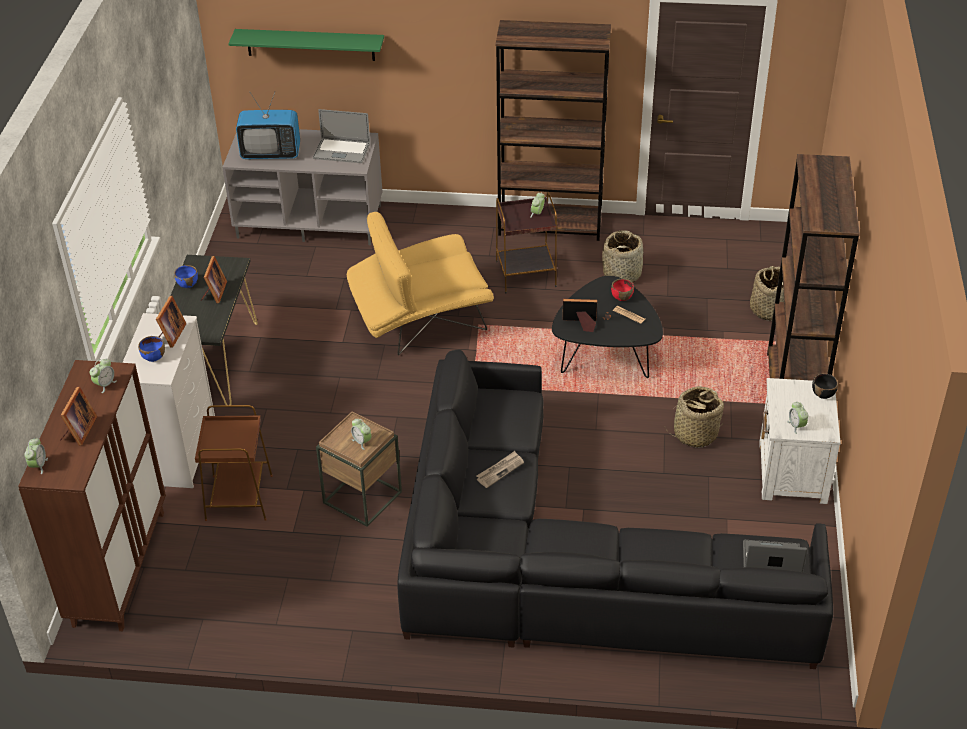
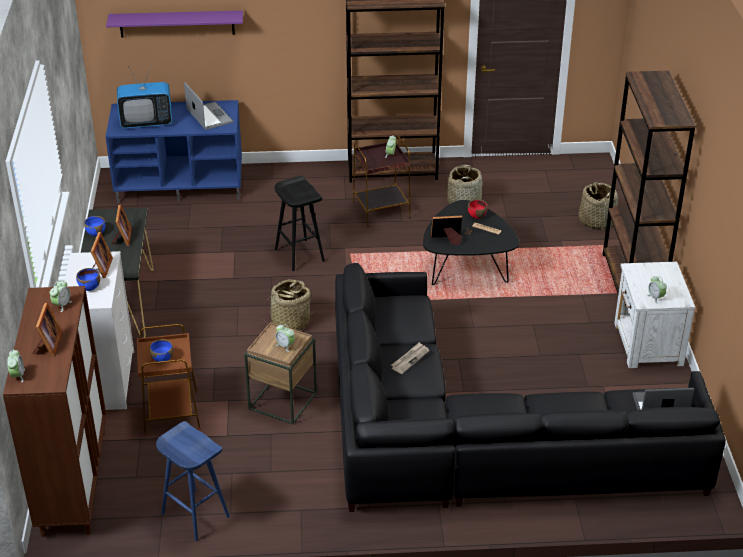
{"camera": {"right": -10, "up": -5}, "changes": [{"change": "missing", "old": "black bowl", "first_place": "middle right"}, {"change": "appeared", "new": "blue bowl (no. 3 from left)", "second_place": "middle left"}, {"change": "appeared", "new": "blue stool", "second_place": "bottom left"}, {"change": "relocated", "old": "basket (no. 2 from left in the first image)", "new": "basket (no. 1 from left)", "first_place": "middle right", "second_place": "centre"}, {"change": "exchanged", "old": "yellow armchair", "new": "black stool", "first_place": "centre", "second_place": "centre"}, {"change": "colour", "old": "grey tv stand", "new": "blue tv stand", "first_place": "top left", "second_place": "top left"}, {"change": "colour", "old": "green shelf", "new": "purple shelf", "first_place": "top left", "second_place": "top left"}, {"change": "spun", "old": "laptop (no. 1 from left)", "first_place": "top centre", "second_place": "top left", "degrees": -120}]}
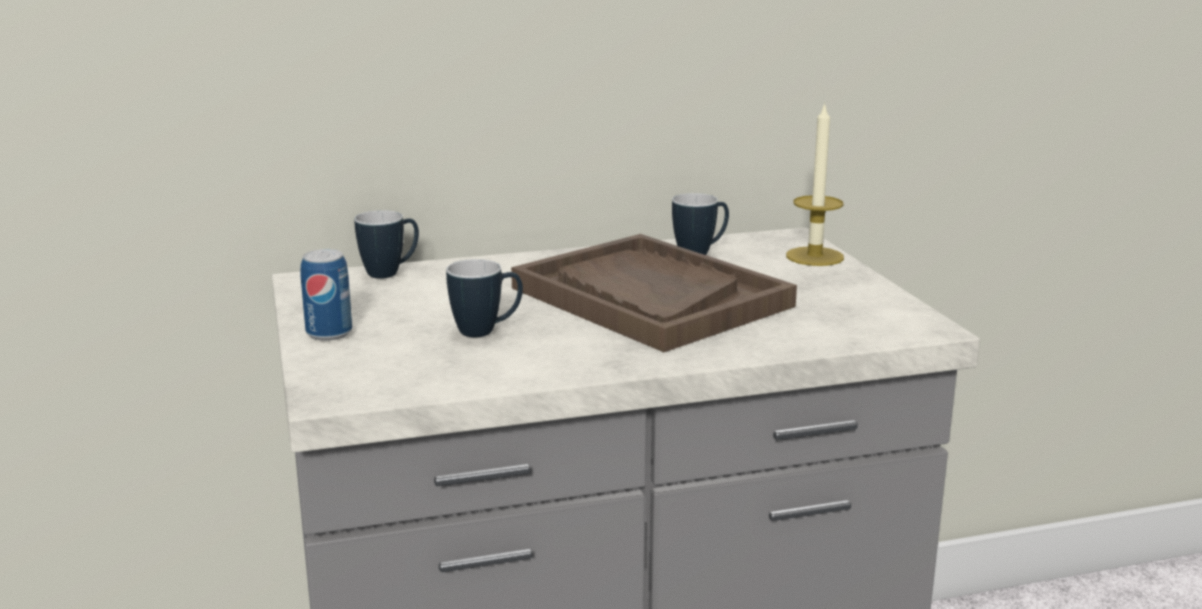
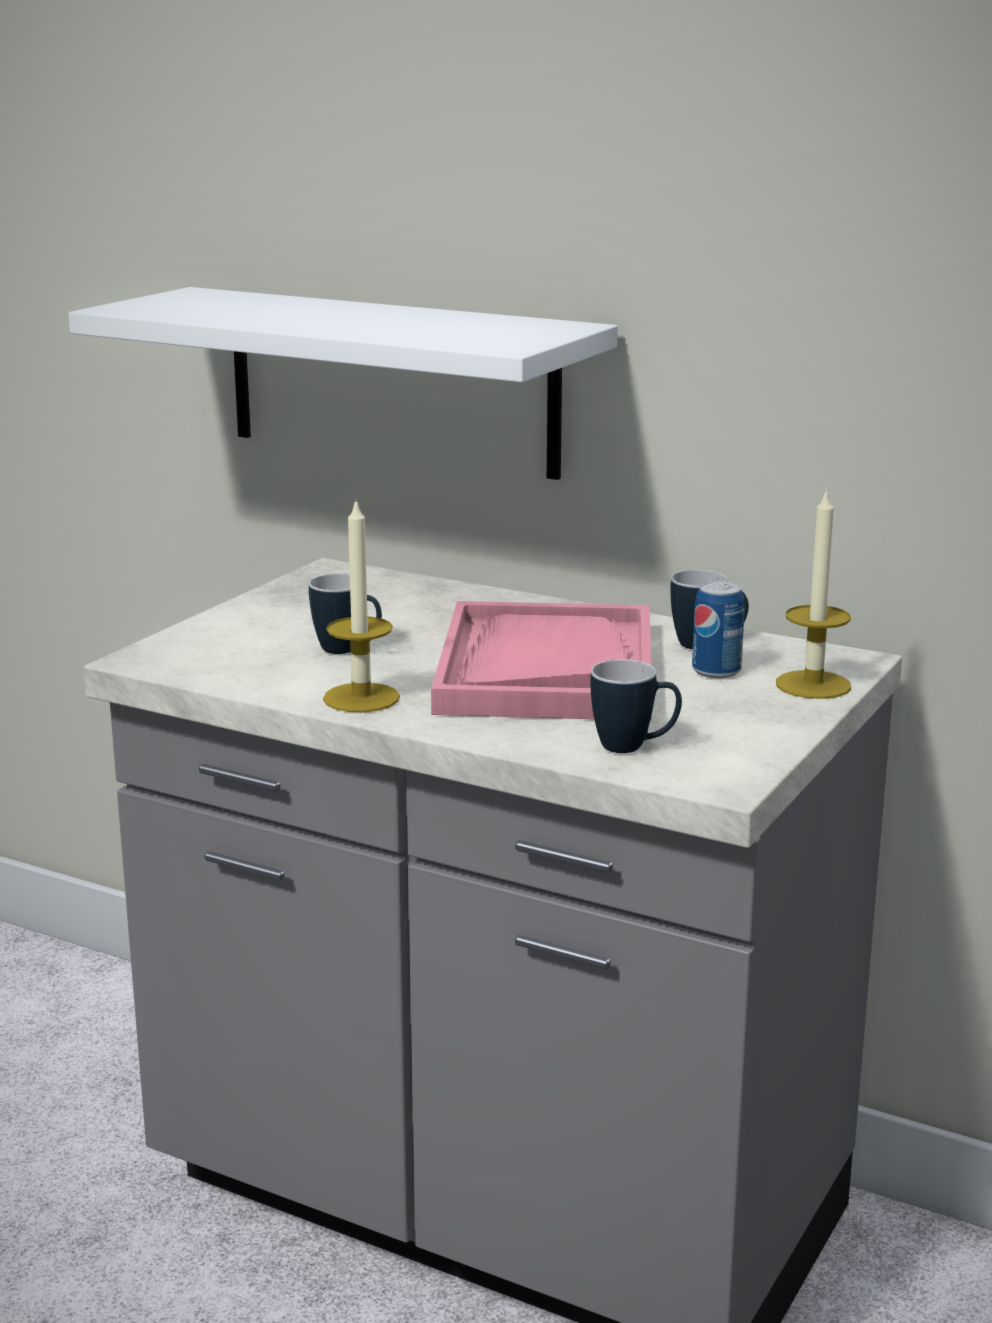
{"camera": {"right": 45, "up": 0}, "changes": [{"change": "appeared", "new": "white shelf", "second_place": "top centre"}, {"change": "appeared", "new": "candle (no. 1 from left)", "second_place": "centre"}, {"change": "relocated", "old": "can", "first_place": "middle left", "second_place": "middle right"}, {"change": "relocated", "old": "mug (no. 1 from left in the first image)", "new": "mug (no. 2 from left)", "first_place": "middle left", "second_place": "centre"}, {"change": "colour", "old": "brown tray", "new": "pink tray", "first_place": "centre", "second_place": "centre"}]}
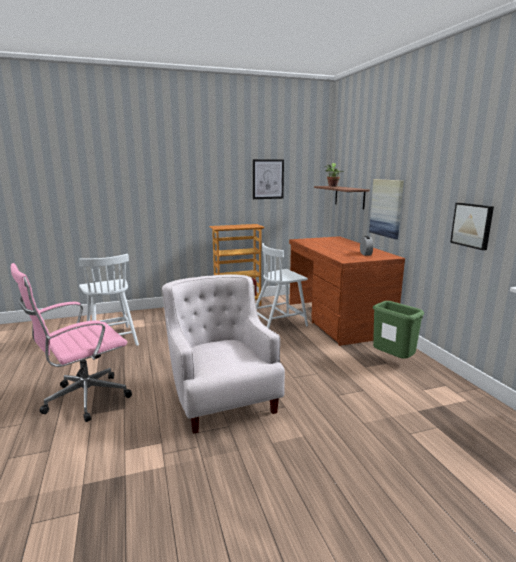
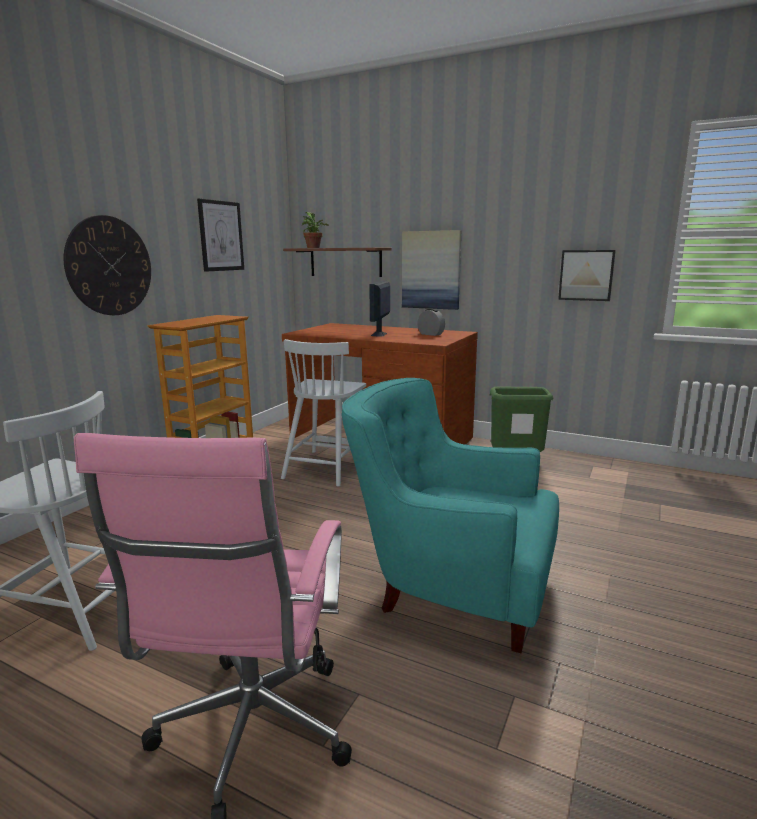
{"camera": {"right": -45, "up": 0}, "changes": [{"change": "appeared", "new": "wall clock", "second_place": "top left"}, {"change": "appeared", "new": "monitor", "second_place": "centre"}, {"change": "colour", "old": "white armchair", "new": "turquoise armchair", "first_place": "centre", "second_place": "centre"}]}
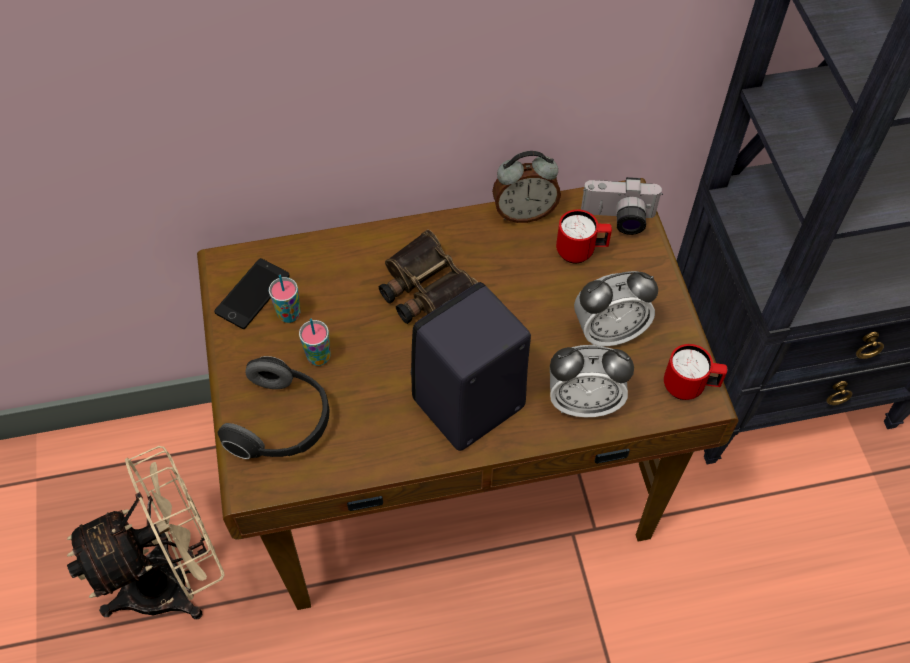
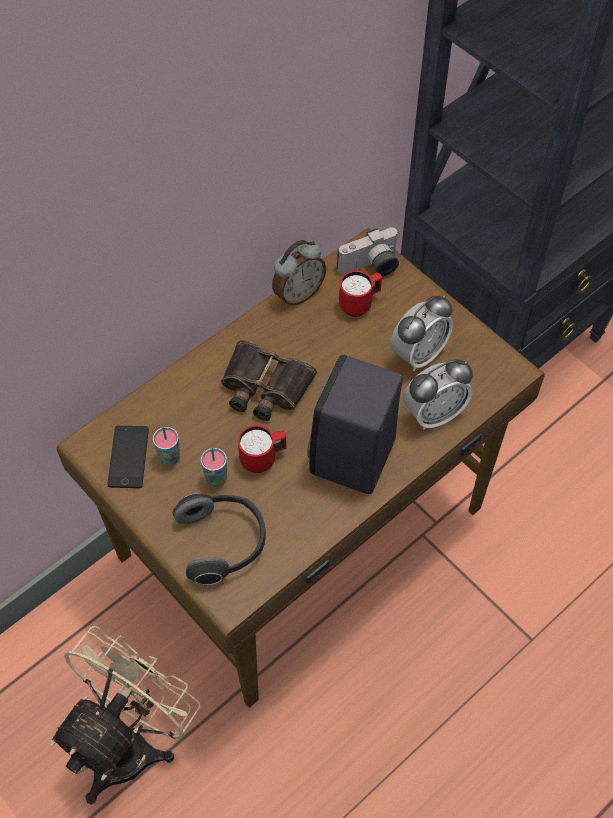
{"camera": {"right": -30, "up": 0}, "changes": [{"change": "relocated", "old": "red mug (no. 2 from left in the first image)", "new": "red mug (no. 1 from left)", "first_place": "middle right", "second_place": "centre"}]}
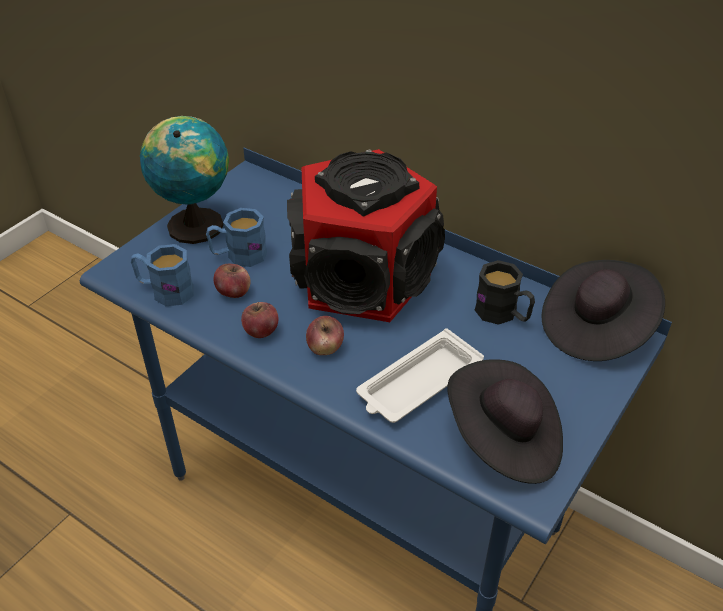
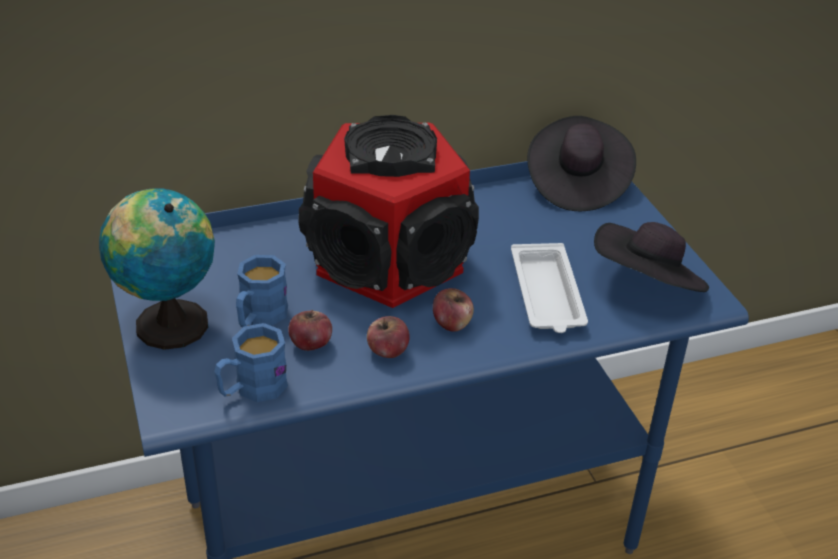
{"camera": {"right": -55, "up": -5}, "changes": [{"change": "missing", "old": "black mug", "first_place": "middle right"}]}
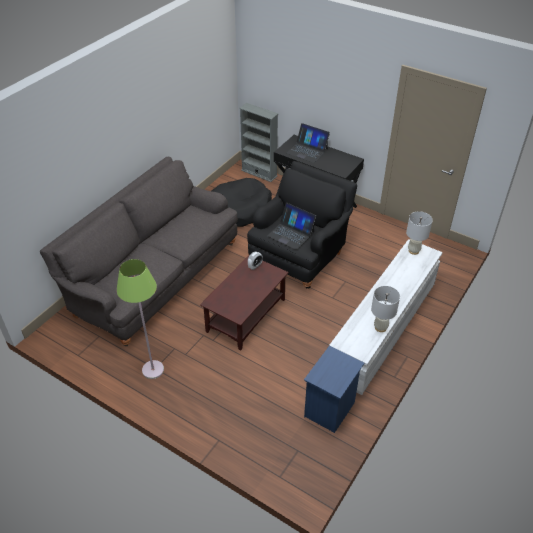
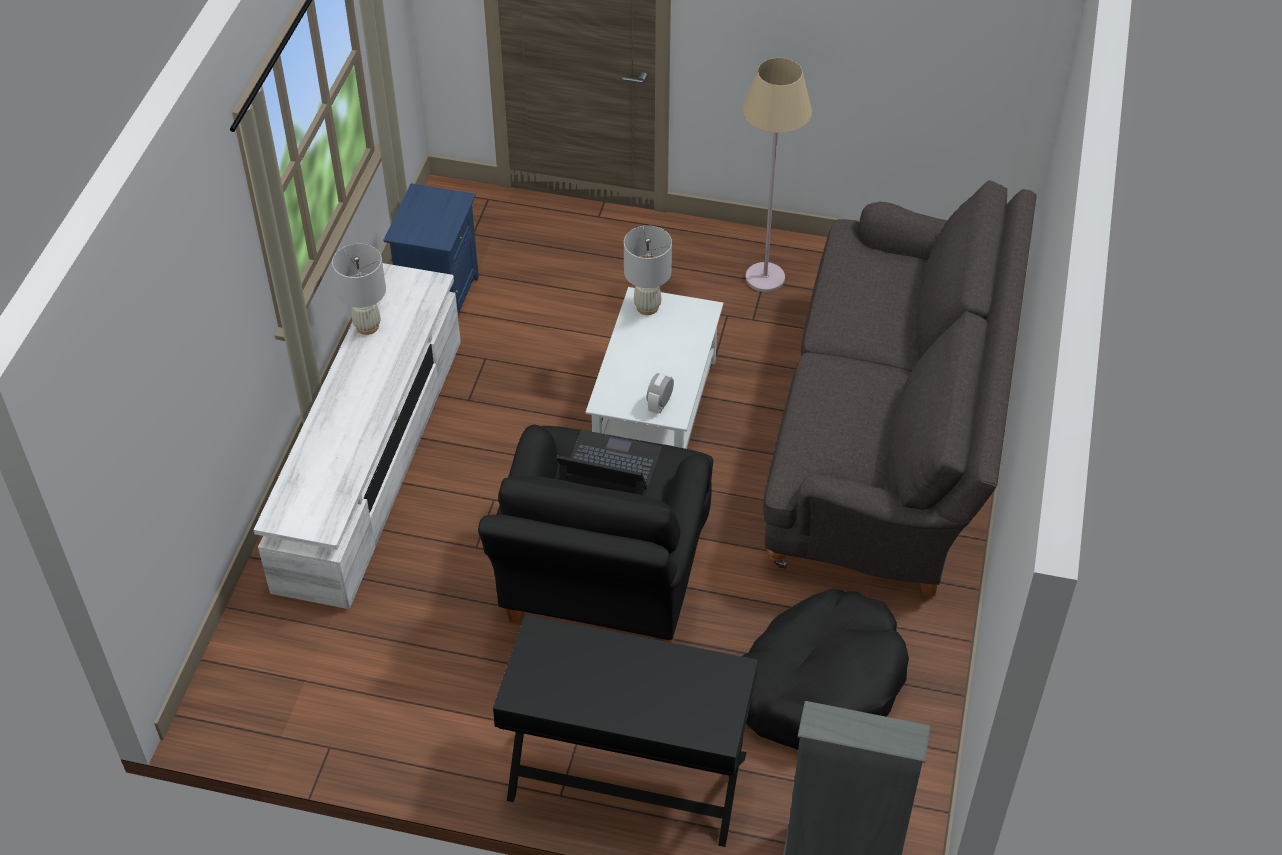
{"camera": {"right": 160, "up": 5}, "changes": [{"change": "missing", "old": "laptop (no. 2 from left)", "first_place": "top centre"}, {"change": "relocated", "old": "white table lamp (no. 2 from left)", "first_place": "middle right", "second_place": "top centre"}, {"change": "colour", "old": "green floor lamp", "new": "beige floor lamp", "first_place": "middle left", "second_place": "top centre"}, {"change": "colour", "old": "brown coffee table", "new": "white coffee table", "first_place": "centre", "second_place": "centre"}]}
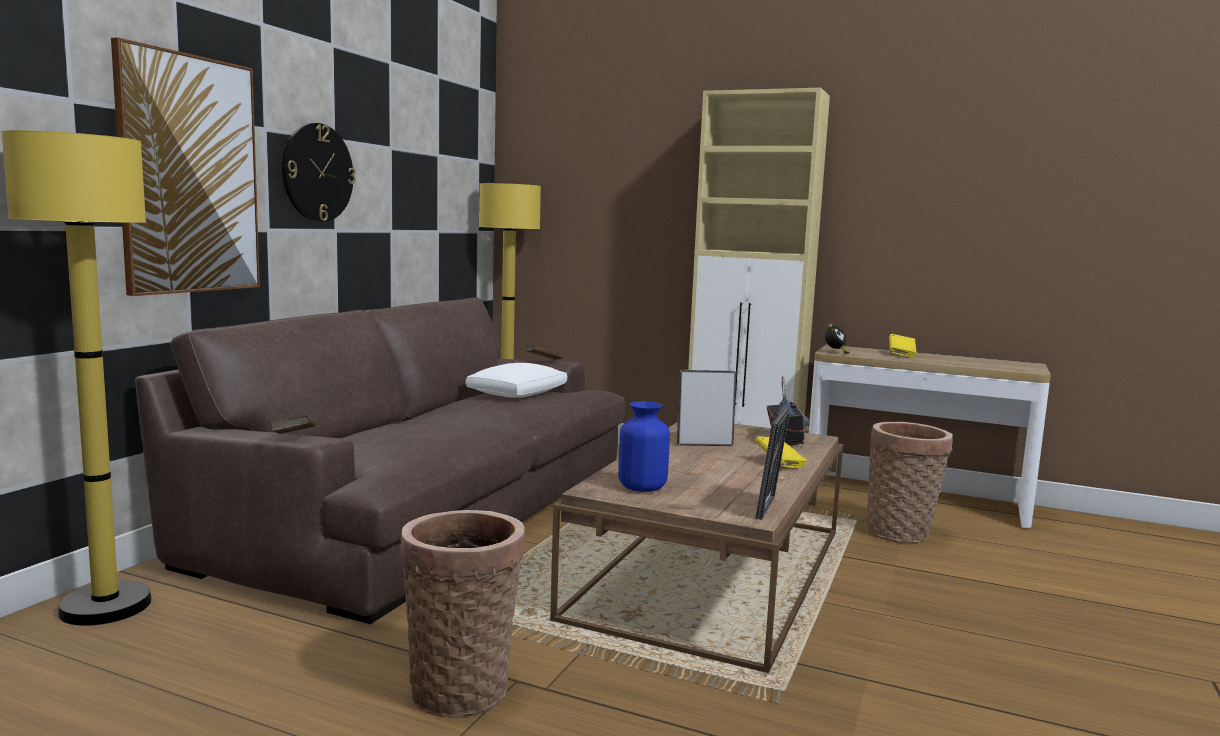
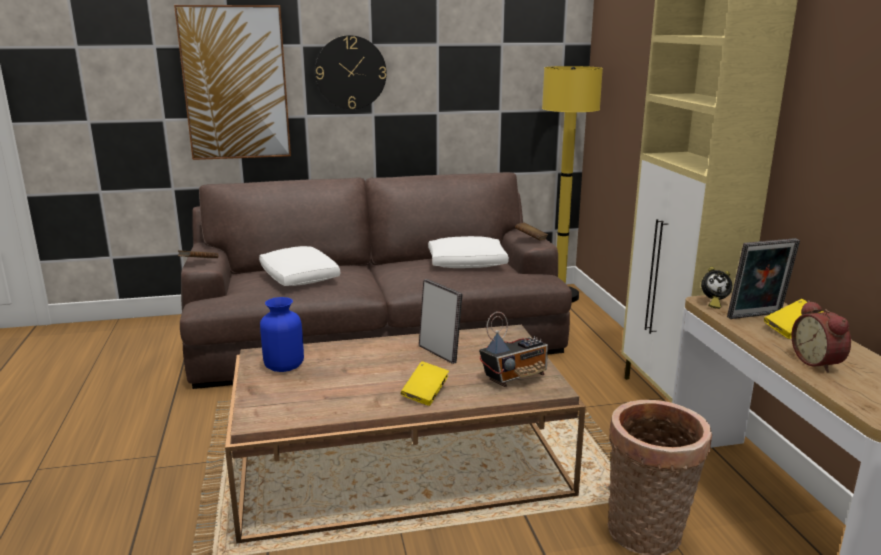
{"camera": {"right": 55, "up": 10}, "changes": [{"change": "missing", "old": "yellow floor lamp (no. 1 from left)", "first_place": "middle left"}, {"change": "missing", "old": "basket (no. 1 from left)", "first_place": "bottom centre"}, {"change": "appeared", "new": "white pillow (no. 1 from left)", "second_place": "centre"}, {"change": "appeared", "new": "alarm clock (no. 2 from left)", "second_place": "middle right"}, {"change": "relocated", "old": "picture frame (no. 2 from left)", "first_place": "centre", "second_place": "middle right"}]}
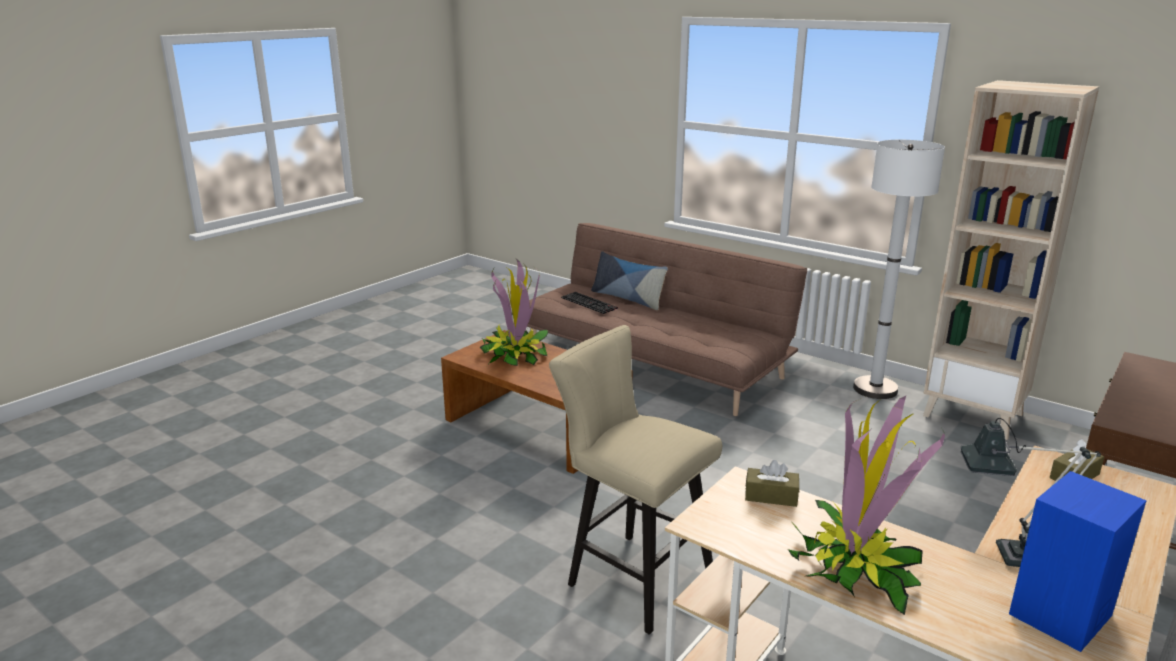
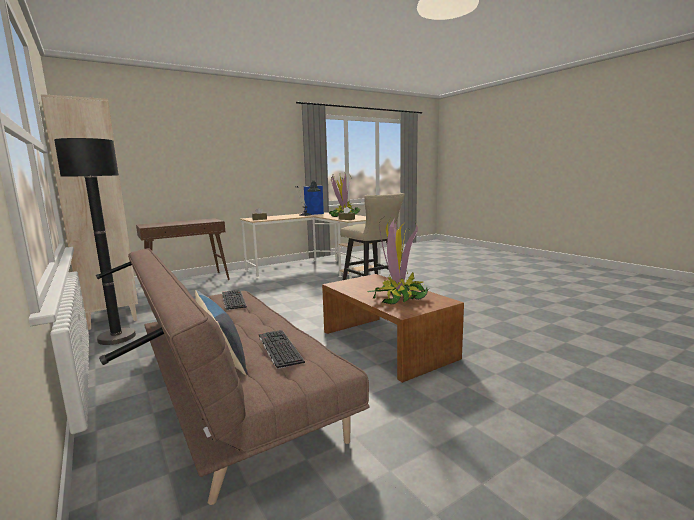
{"camera": {"right": -160, "up": -10}, "changes": [{"change": "appeared", "new": "keyboard (no. 1 from left)", "second_place": "centre"}, {"change": "colour", "old": "white floor lamp", "new": "black floor lamp", "first_place": "middle right", "second_place": "middle left"}]}
